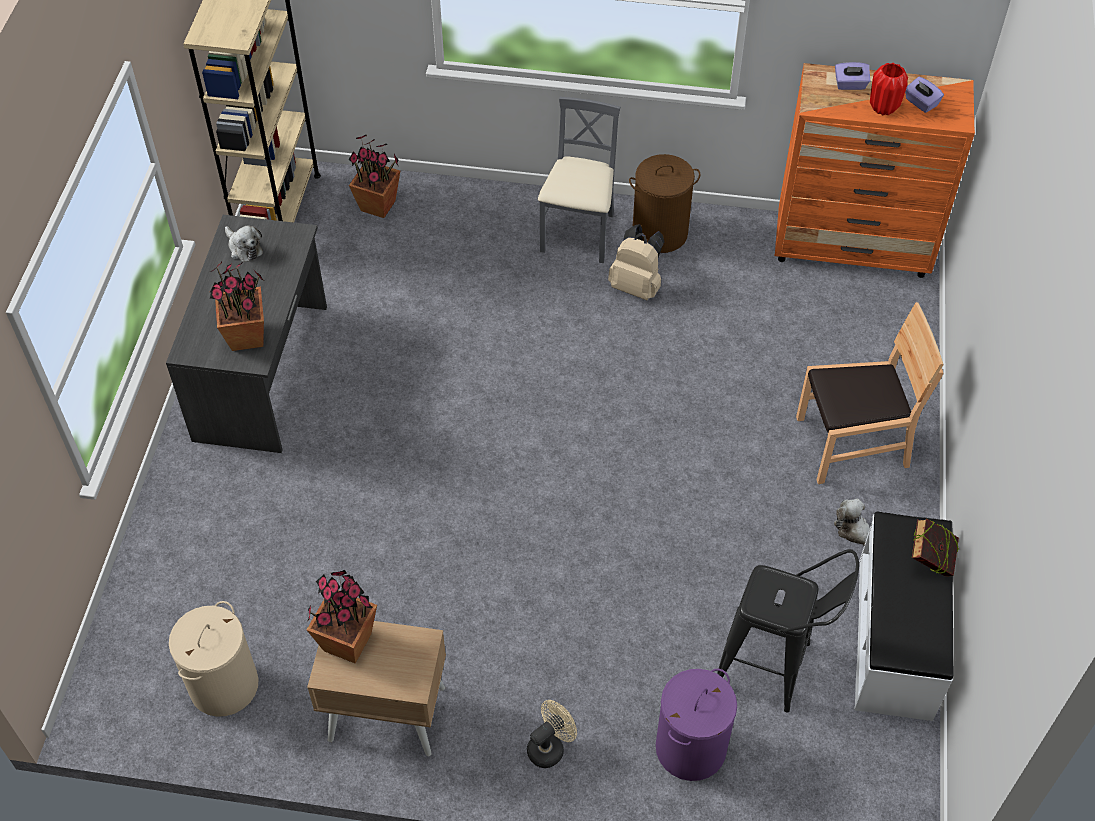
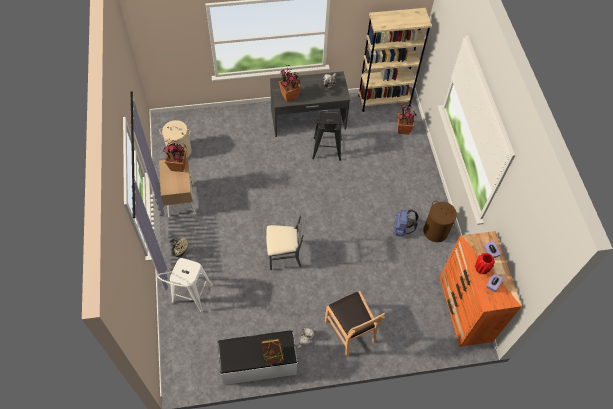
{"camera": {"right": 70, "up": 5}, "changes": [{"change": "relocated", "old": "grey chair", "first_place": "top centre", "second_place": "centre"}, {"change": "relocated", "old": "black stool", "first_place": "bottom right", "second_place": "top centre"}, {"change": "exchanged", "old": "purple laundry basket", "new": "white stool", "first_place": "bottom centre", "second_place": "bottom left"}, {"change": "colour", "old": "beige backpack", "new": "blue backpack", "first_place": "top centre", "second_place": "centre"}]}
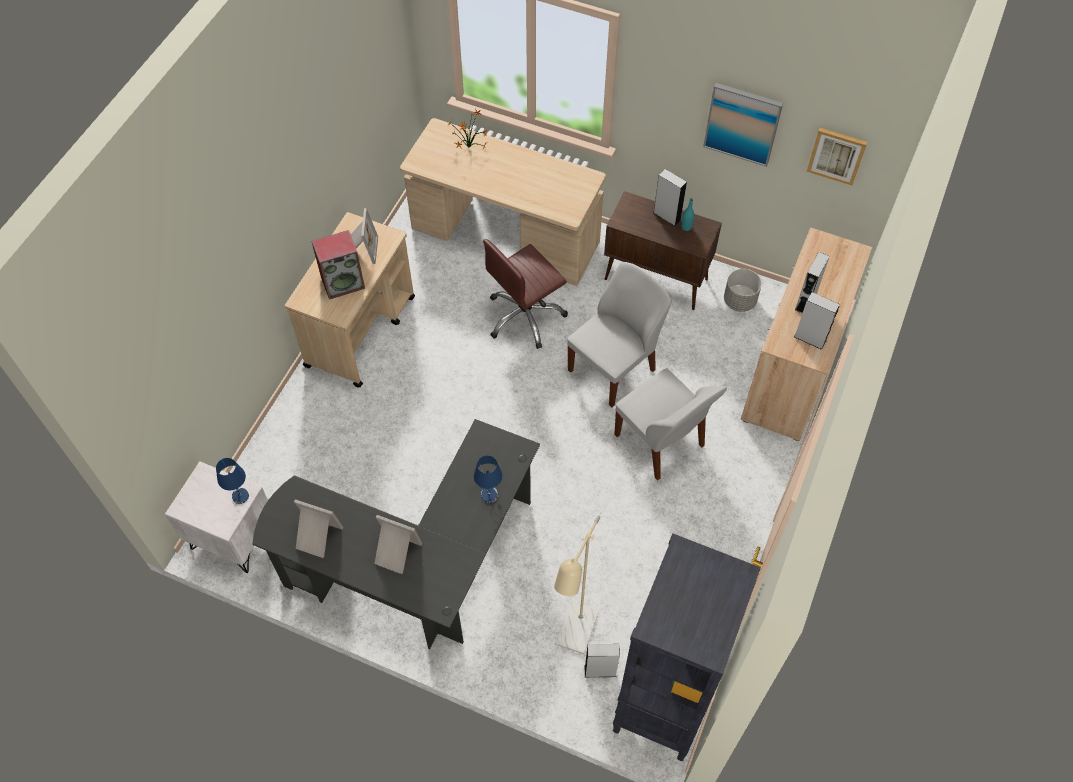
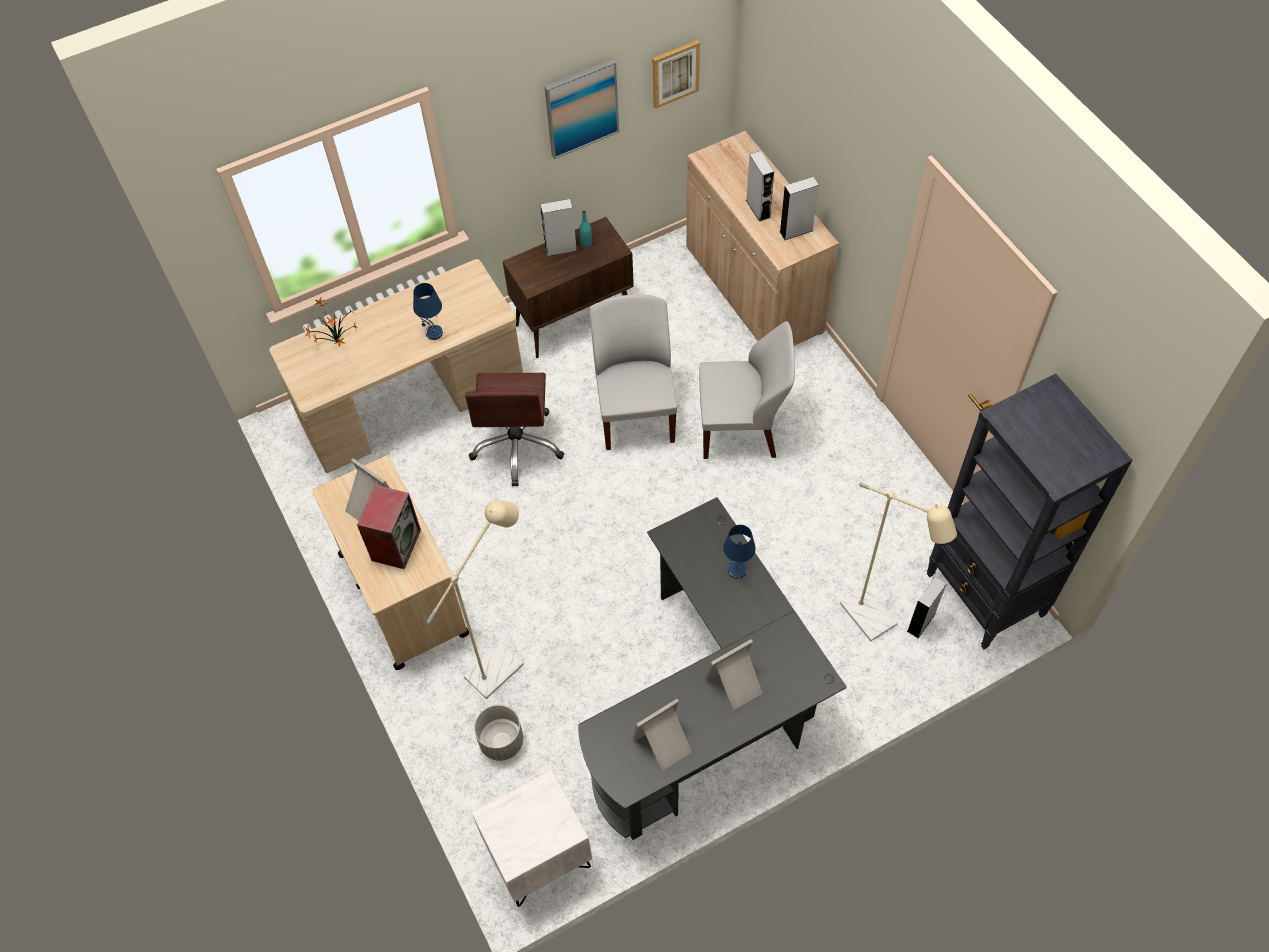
{"camera": {"right": -50, "up": 0}, "changes": [{"change": "appeared", "new": "beige floor lamp (no. 1 from left)", "second_place": "centre"}, {"change": "relocated", "old": "blue table lamp (no. 1 from left)", "first_place": "middle left", "second_place": "top centre"}, {"change": "relocated", "old": "grey planter", "first_place": "middle right", "second_place": "bottom centre"}]}
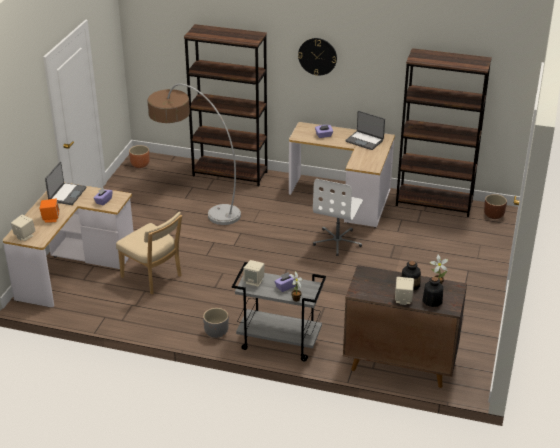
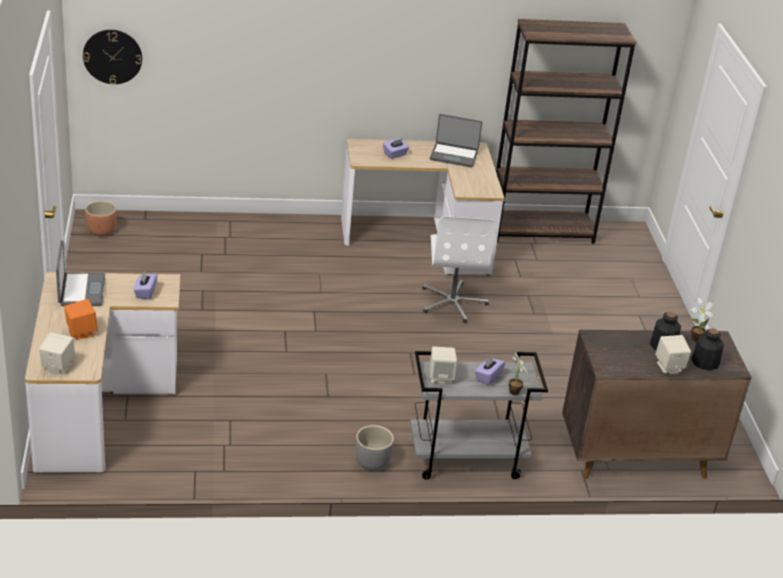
{"camera": {"right": -25, "up": 0}, "changes": [{"change": "missing", "old": "beige chair", "first_place": "middle left"}, {"change": "missing", "old": "floor lamp", "first_place": "centre"}, {"change": "missing", "old": "brown bookcase (no. 1 from left)", "first_place": "top centre"}, {"change": "missing", "old": "brown planter (no. 2 from left)", "first_place": "middle right"}, {"change": "relocated", "old": "wall clock", "first_place": "top centre", "second_place": "top left"}]}
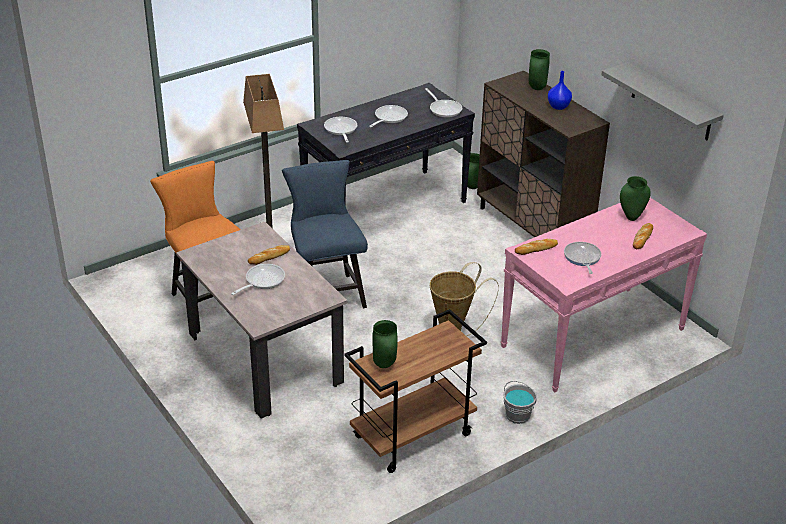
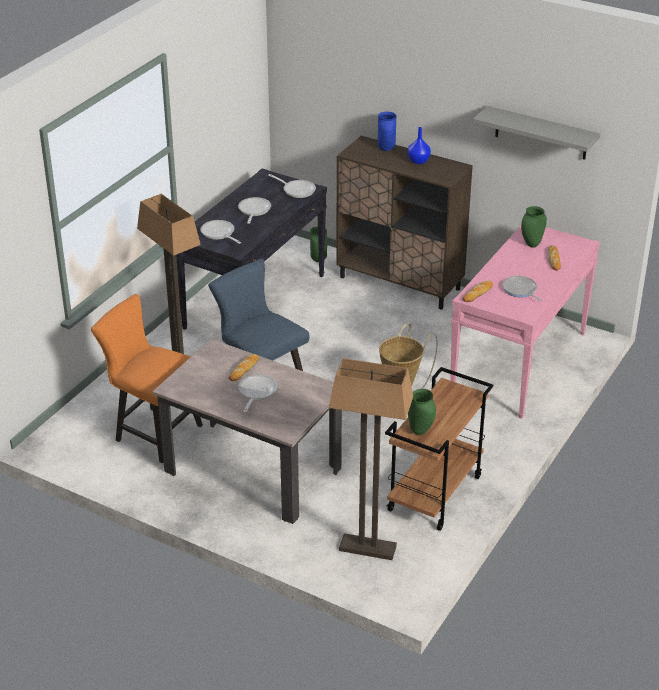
{"camera": {"right": -25, "up": 0}, "changes": [{"change": "missing", "old": "grey bucket", "first_place": "bottom centre"}, {"change": "appeared", "new": "floor lamp (no. 2 from left)", "second_place": "centre"}, {"change": "colour", "old": "green vase (no. 3 from left)", "new": "blue vase (no. 1 from left)", "first_place": "top right", "second_place": "top centre"}]}
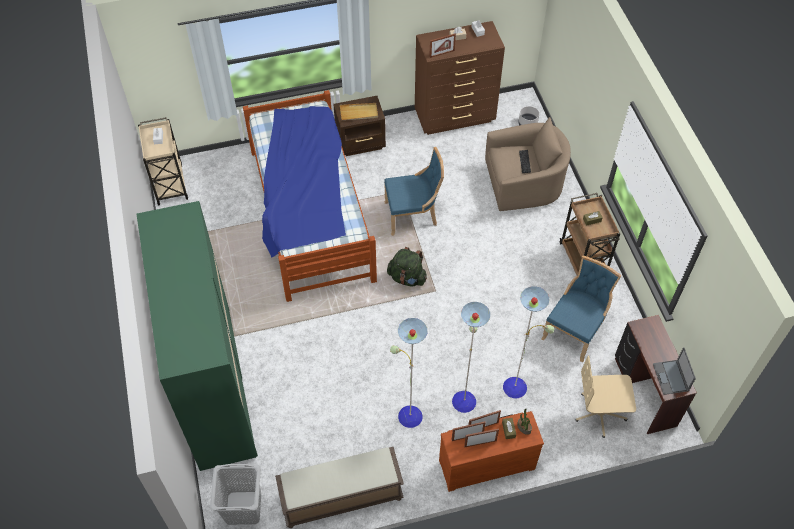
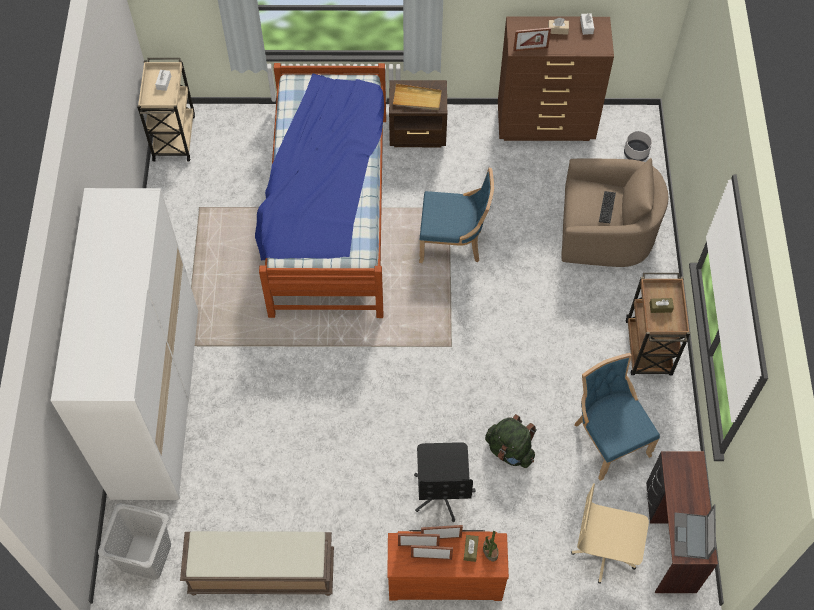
{"camera": {"right": 15, "up": 5}, "changes": [{"change": "relocated", "old": "green backpack", "first_place": "centre", "second_place": "bottom centre"}, {"change": "exchanged", "old": "floor lamp", "new": "black office chair", "first_place": "bottom centre", "second_place": "bottom centre"}, {"change": "colour", "old": "green wardrobe", "new": "white wardrobe", "first_place": "middle left", "second_place": "middle left"}, {"change": "spun", "old": "blue chair (no. 2 from left)", "first_place": "middle right", "second_place": "bottom right", "degrees": -75}]}
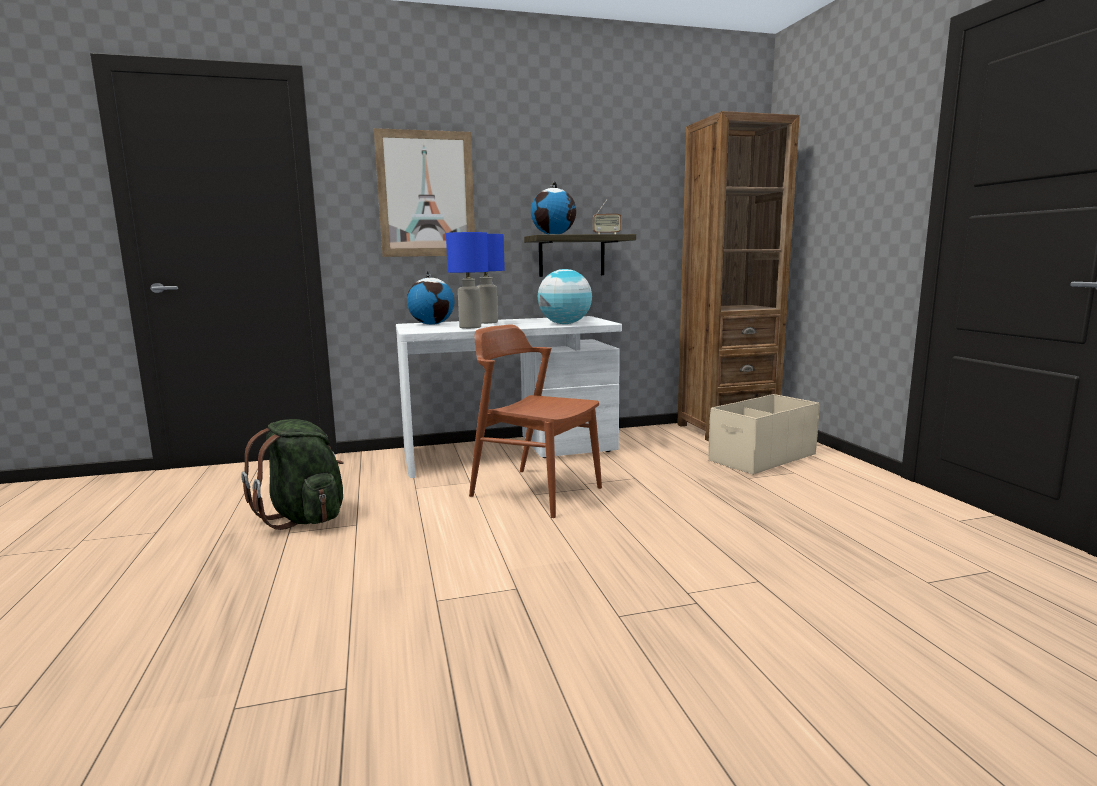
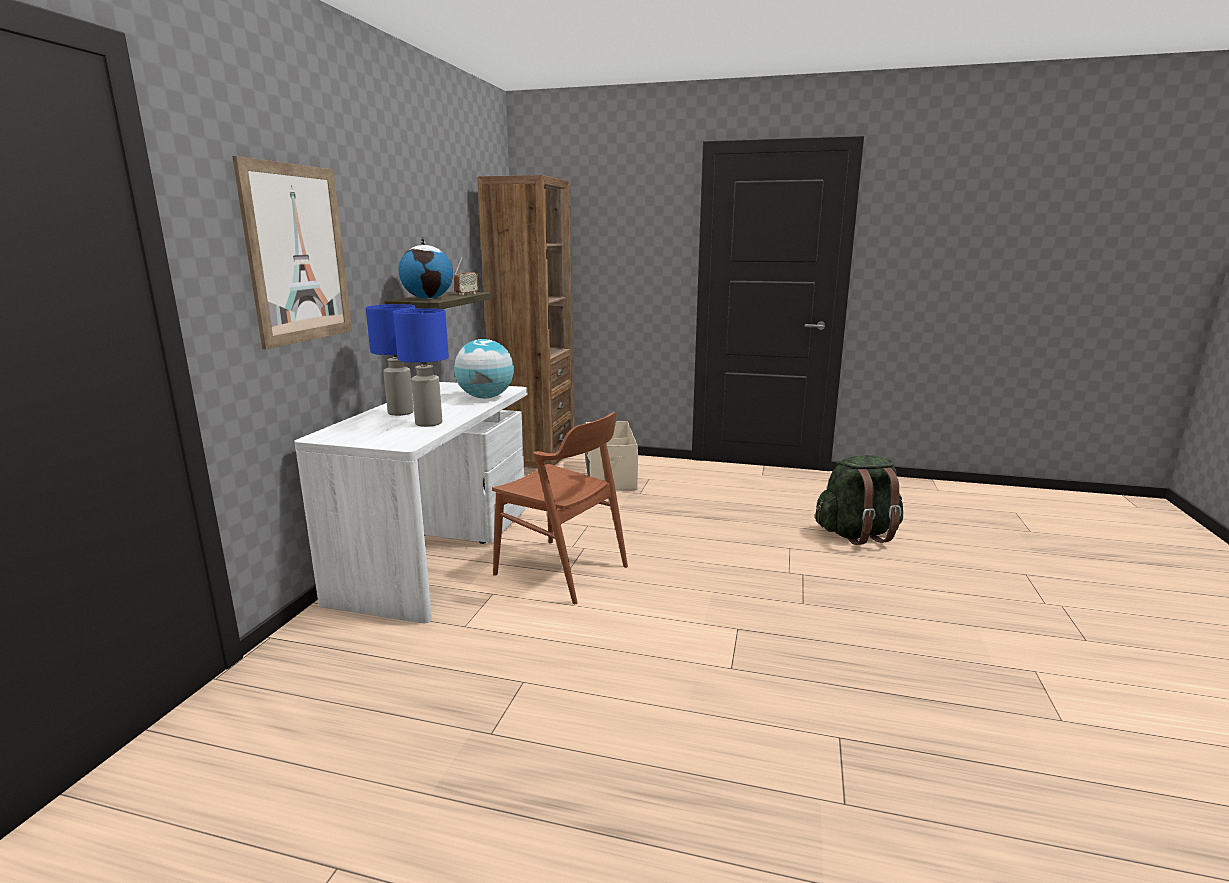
{"camera": {"right": -60, "up": 5}, "changes": [{"change": "missing", "old": "globe (no. 1 from left)", "first_place": "centre"}, {"change": "relocated", "old": "green backpack", "first_place": "middle left", "second_place": "middle right"}, {"change": "spun", "old": "brown chair", "first_place": "centre", "second_place": "centre", "degrees": -120}]}
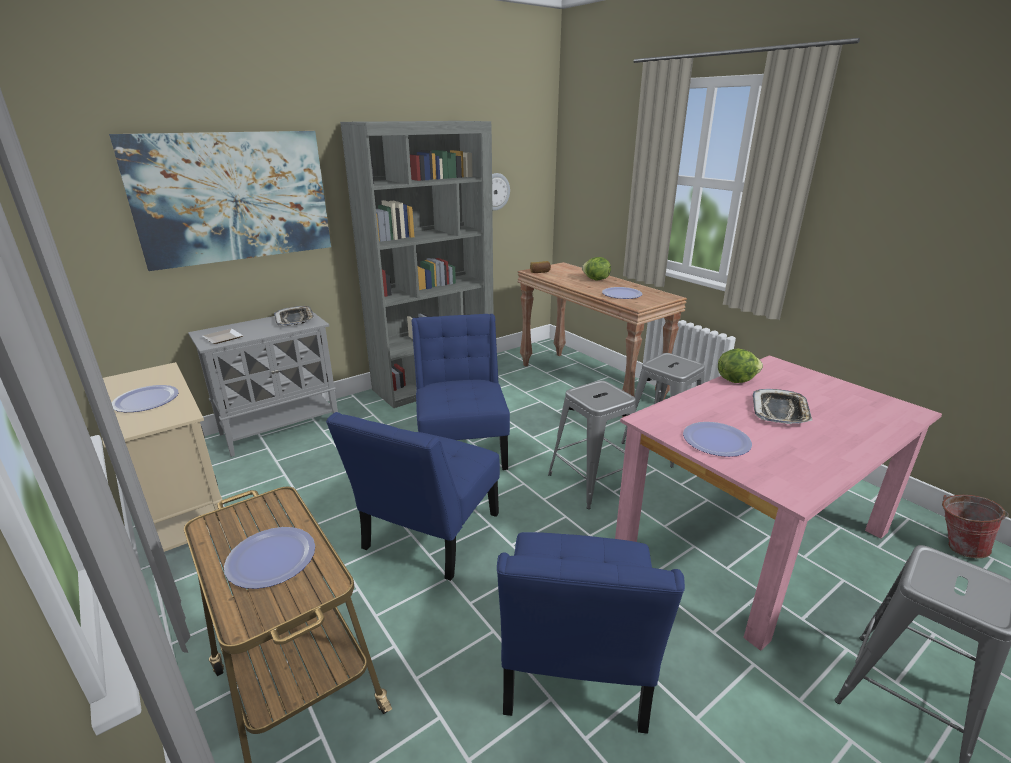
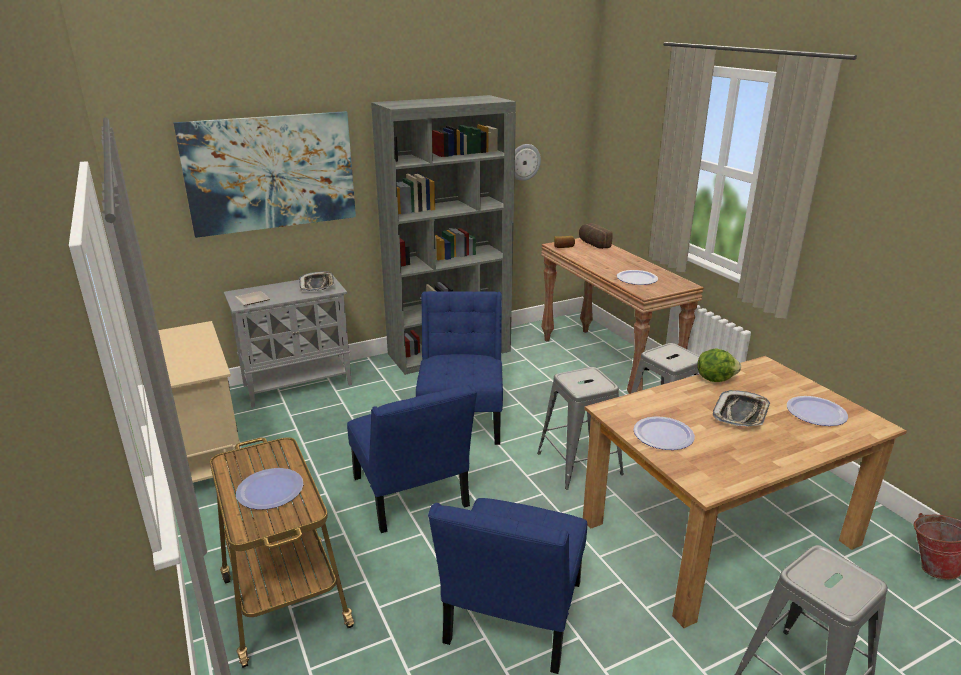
{"camera": {"right": 10, "up": 0}, "changes": [{"change": "missing", "old": "lettuce (no. 1 from left)", "first_place": "centre"}, {"change": "appeared", "new": "bread (no. 2 from left)", "second_place": "centre"}, {"change": "relocated", "old": "plate (no. 1 from left in the first image)", "new": "plate (no. 5 from left)", "first_place": "middle left", "second_place": "middle right"}, {"change": "colour", "old": "pink dining table", "new": "brown dining table", "first_place": "middle right", "second_place": "bottom right"}, {"change": "spun", "old": "blue chair (no. 1 from left)", "first_place": "centre", "second_place": "bottom centre", "degrees": -60}]}
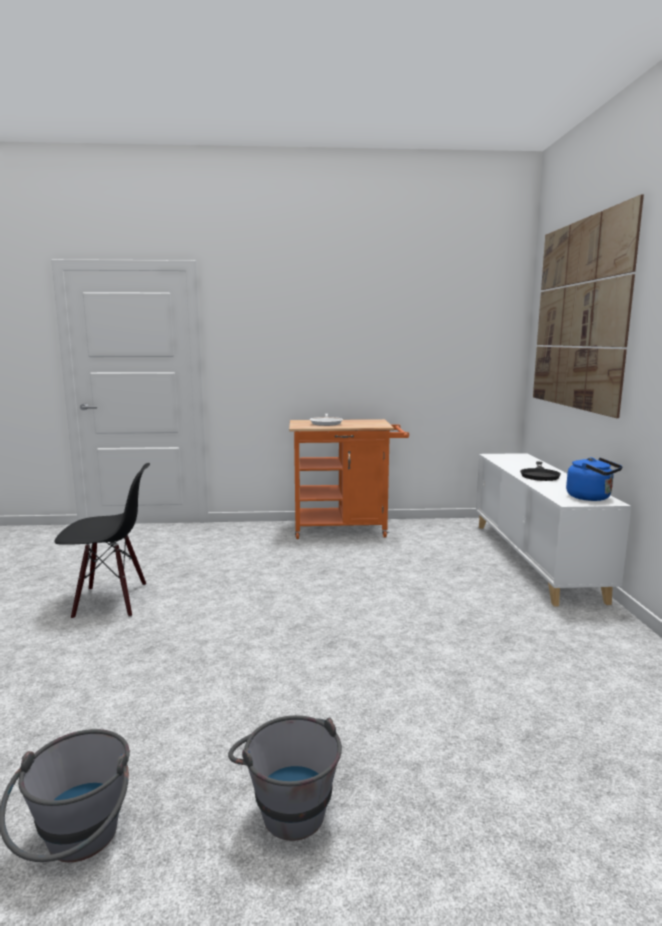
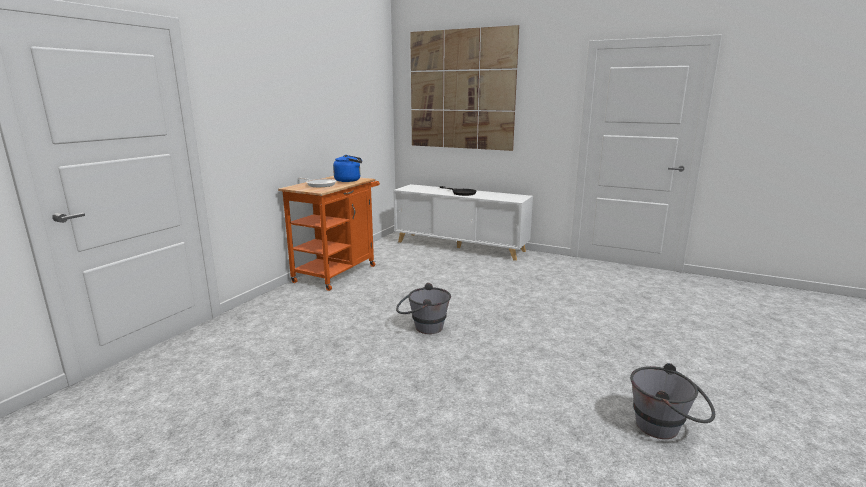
{"camera": {"right": -60, "up": 5}, "changes": [{"change": "missing", "old": "black chair", "first_place": "middle left"}, {"change": "relocated", "old": "grey bucket (no. 2 from left in the first image)", "new": "grey bucket (no. 1 from left)", "first_place": "bottom centre", "second_place": "centre"}, {"change": "relocated", "old": "blue kettle", "first_place": "middle right", "second_place": "centre"}]}
